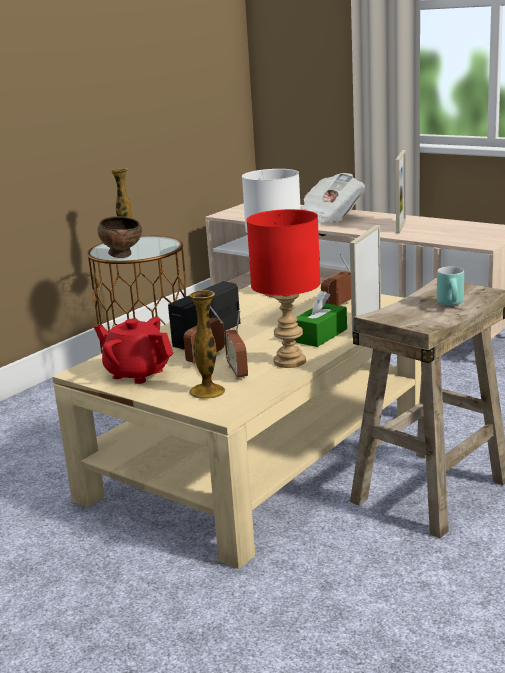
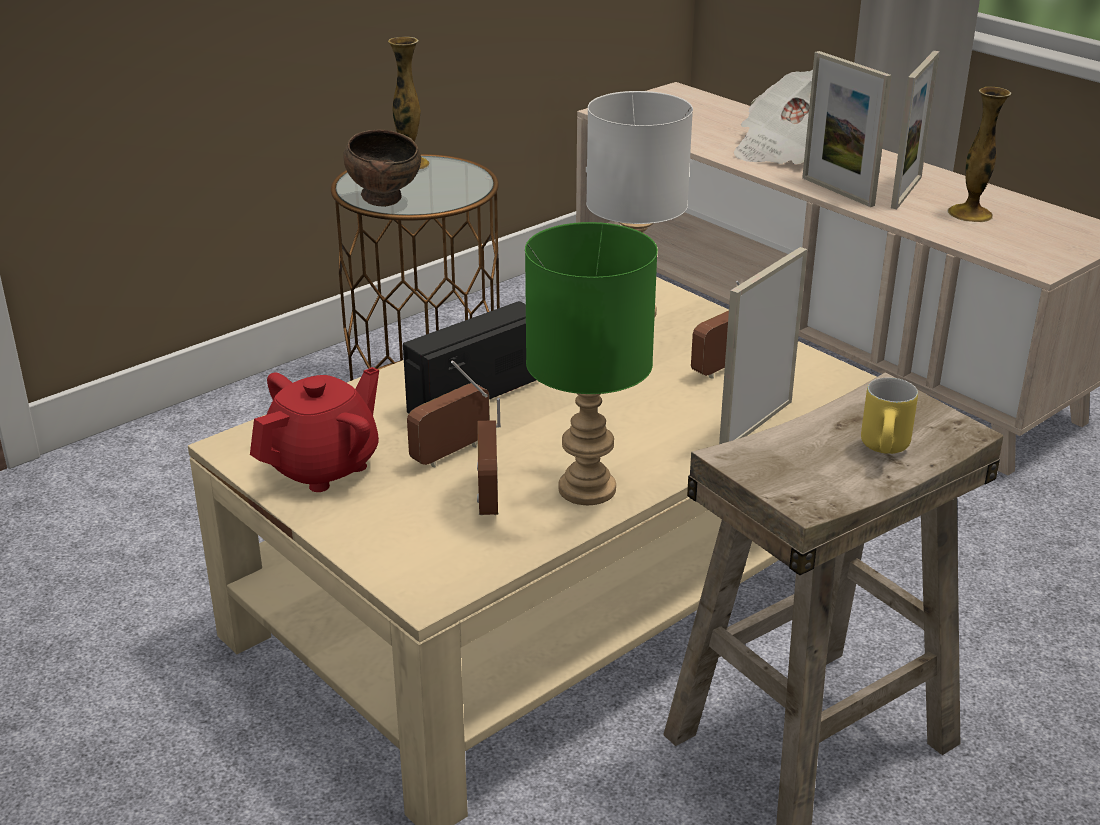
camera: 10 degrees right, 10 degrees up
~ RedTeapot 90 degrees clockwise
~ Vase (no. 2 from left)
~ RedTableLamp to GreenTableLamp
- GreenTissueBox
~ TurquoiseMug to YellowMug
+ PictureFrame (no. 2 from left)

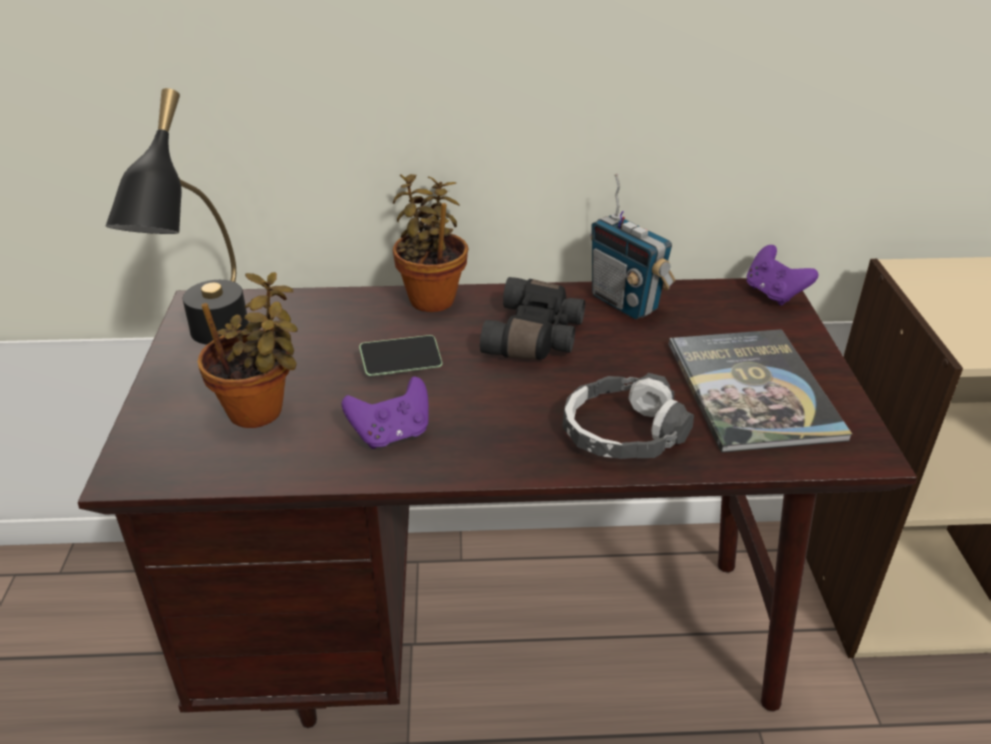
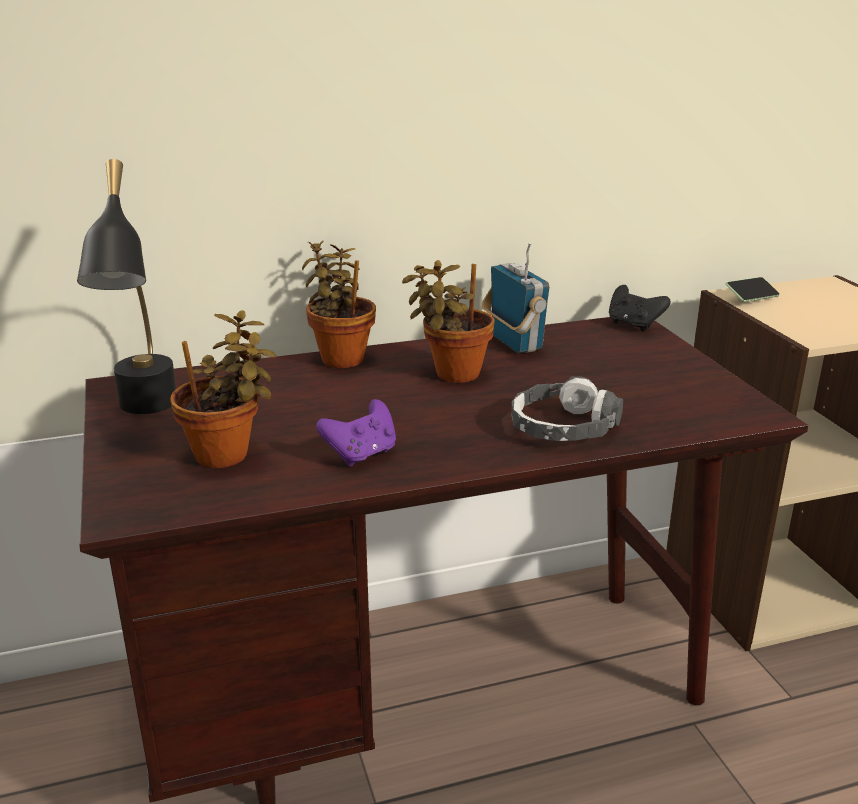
camera: 15 degrees left, 10 degrees down
~ Phone
~ BlackBinoculars to PottedPlant (no. 3 from left)
~ Radio 150 degrees counterclockwise
- Book
~ PurpleGameController (no. 2 from left) to BlackGameController

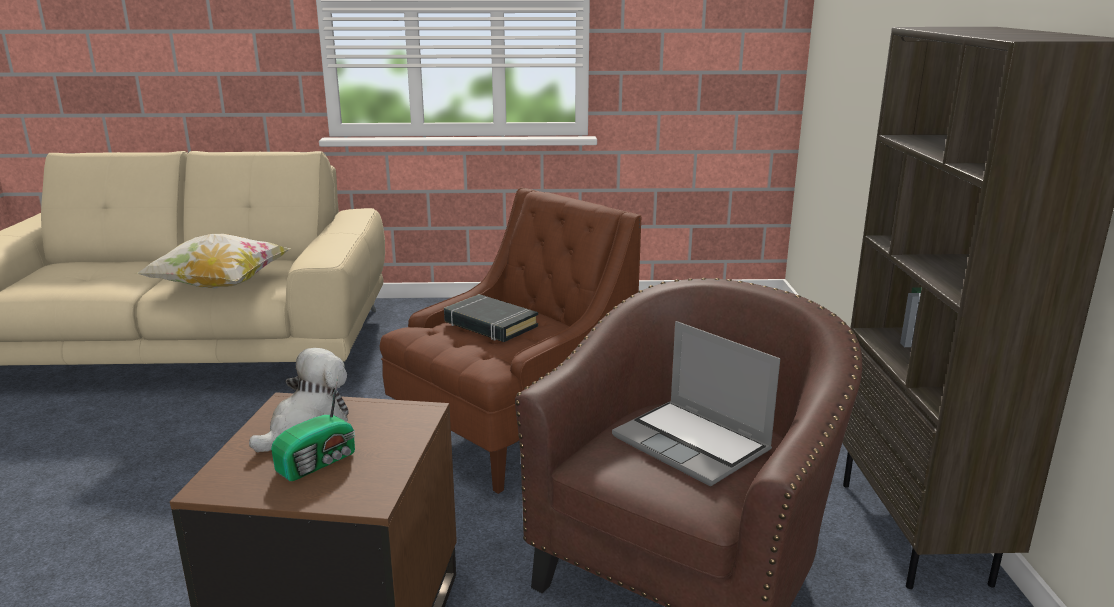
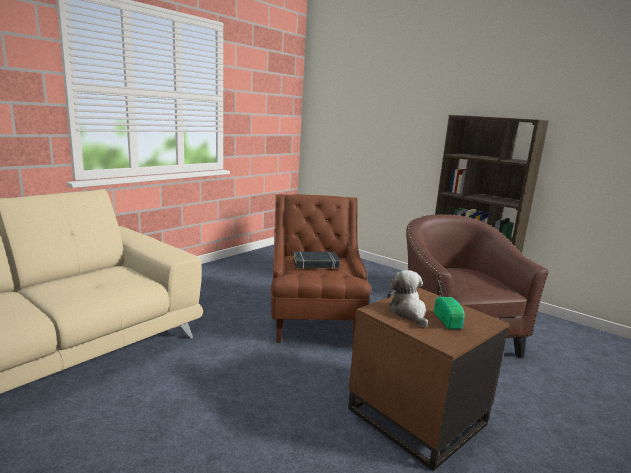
camera: 50 degrees left, 5 degrees down
- Pillow
- Laptop

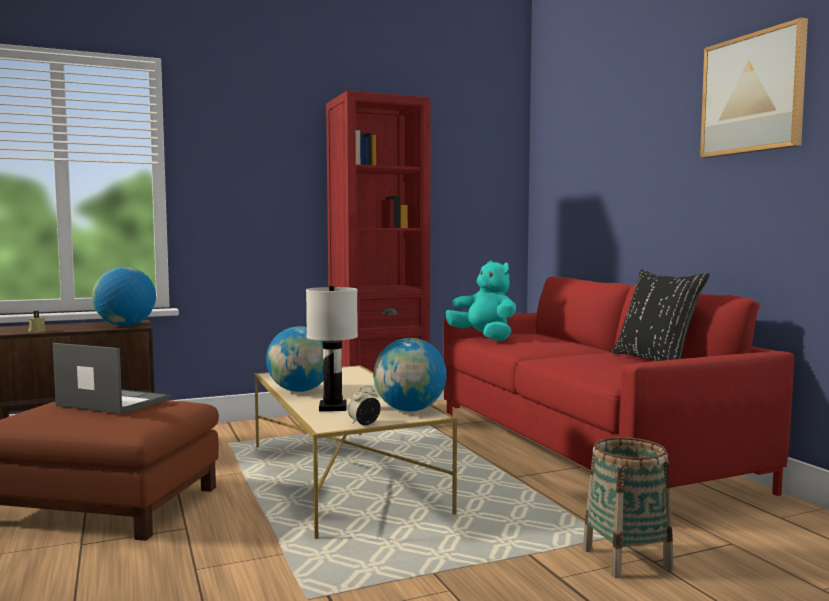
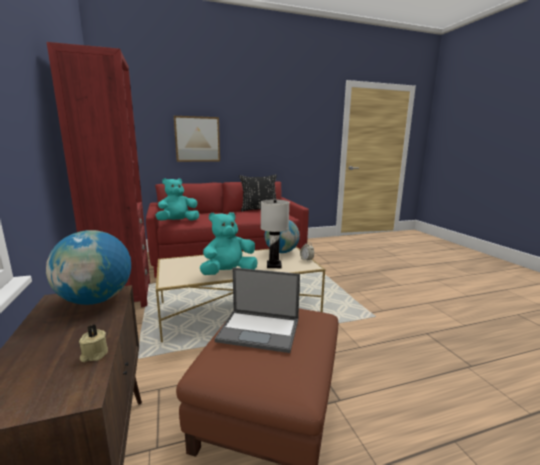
camera: 85 degrees left, 10 degrees up
~ Laptop 105 degrees counterclockwise
~ Globe (no. 2 from left) to TurquoisePlushToy (no. 2 from left)
- Basket
~ Picture

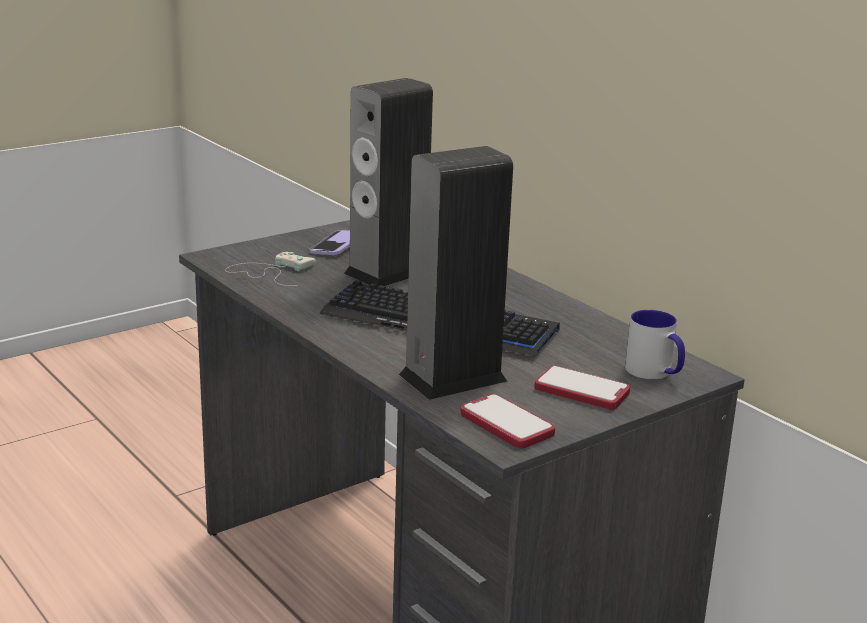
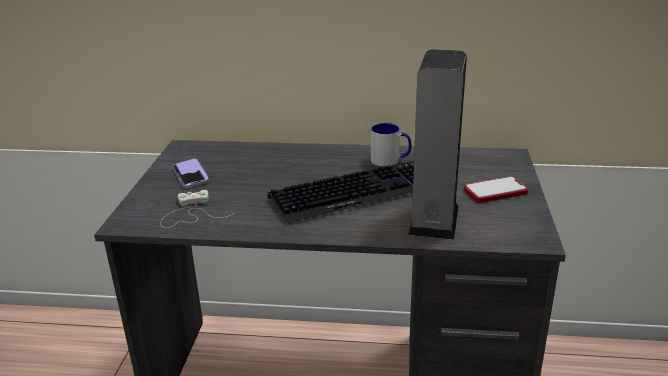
camera: 45 degrees left, 5 degrees up
- Speaker (no. 1 from left)
- Phone (no. 2 from left)
~ Mug

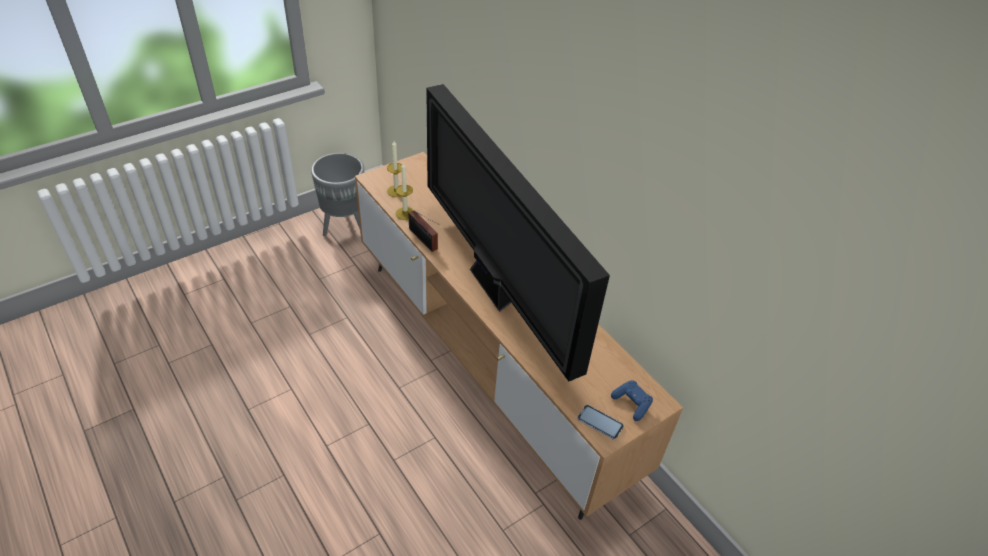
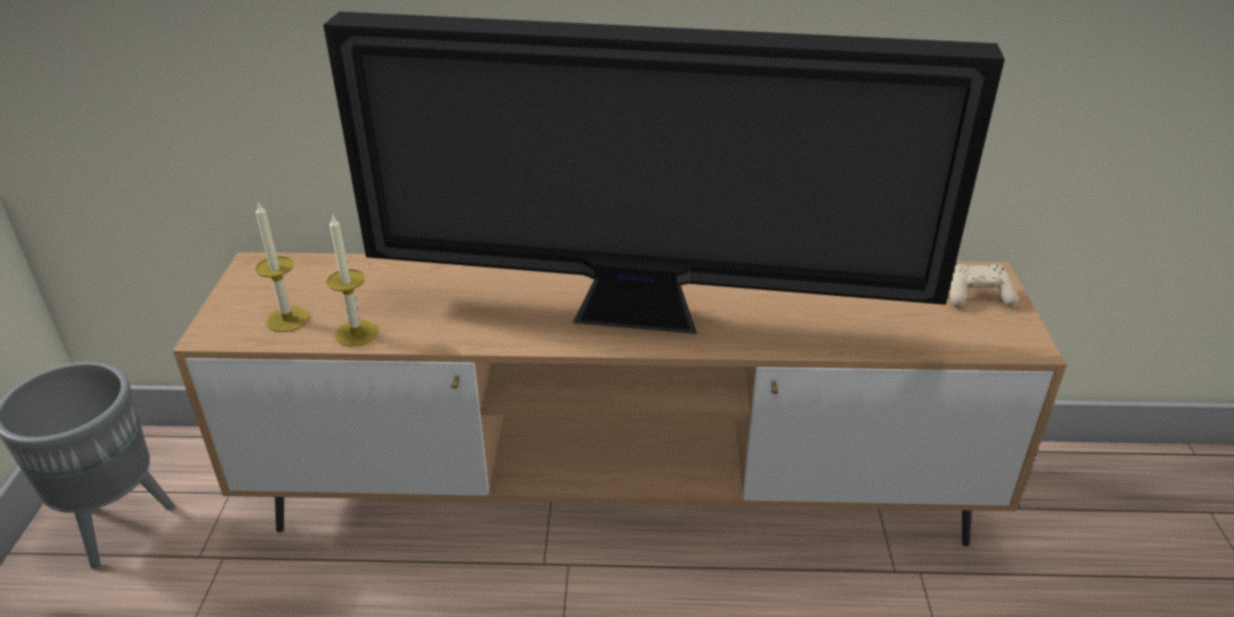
camera: 50 degrees left, 10 degrees down
- Radio
- Phone
~ BlueGameController to BeigeGameController

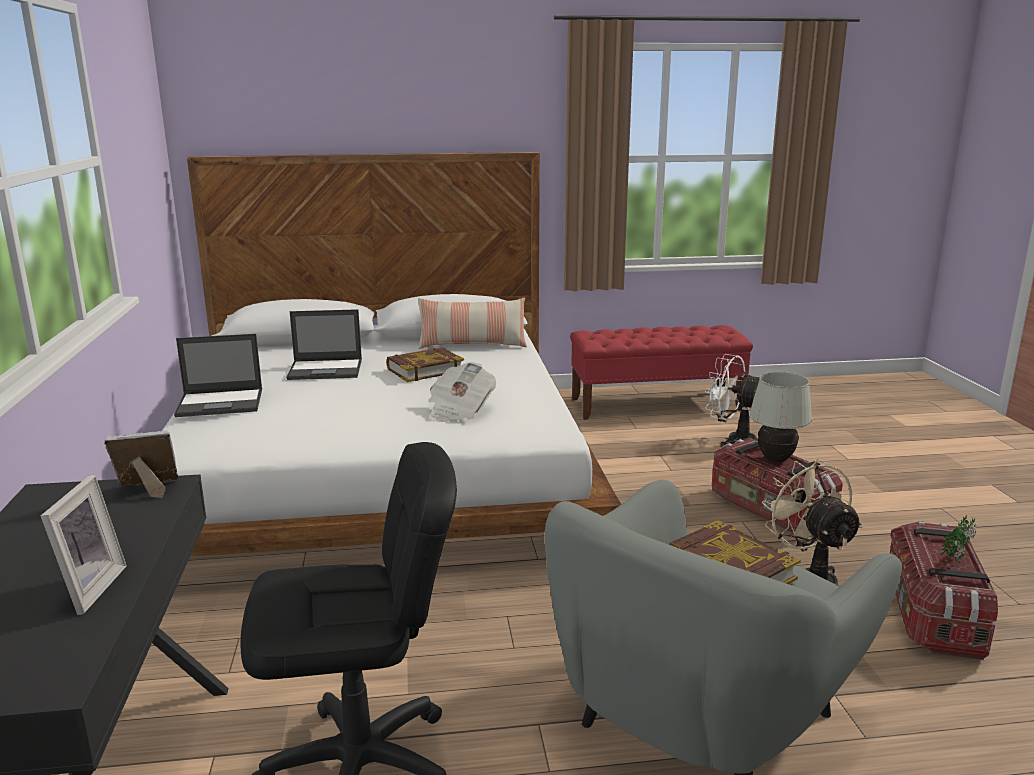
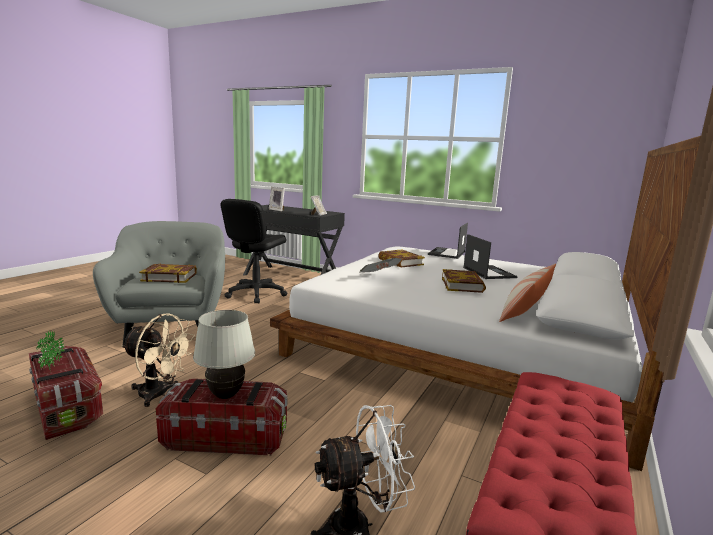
camera: 125 degrees right, 5 degrees down
~ Laptop (no. 2 from left) 135 degrees clockwise
+ Book (no. 2 from left)

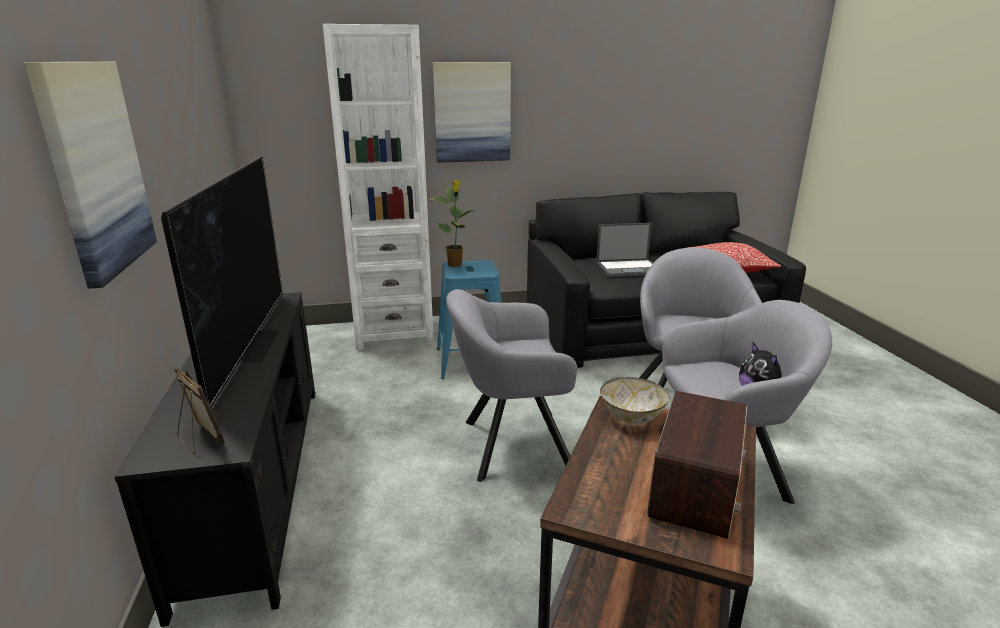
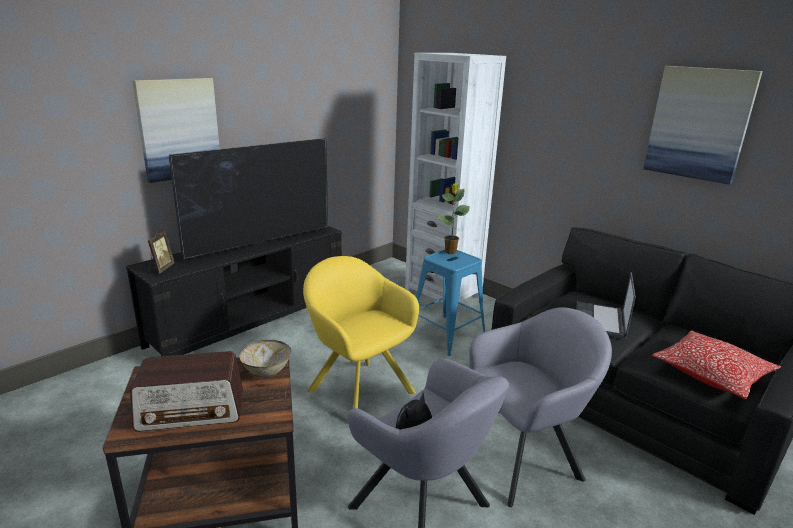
camera: 55 degrees right, 0 degrees up
~ Picture (no. 2 from left)
~ GreyArmchair (no. 1 from left) to YellowArmchair
~ Laptop 60 degrees clockwise

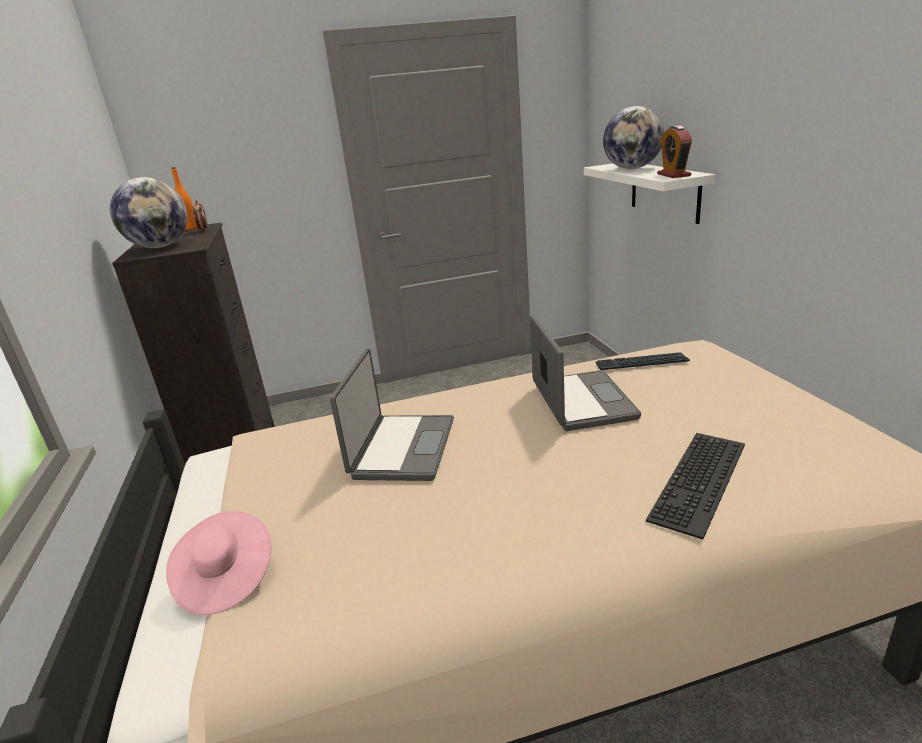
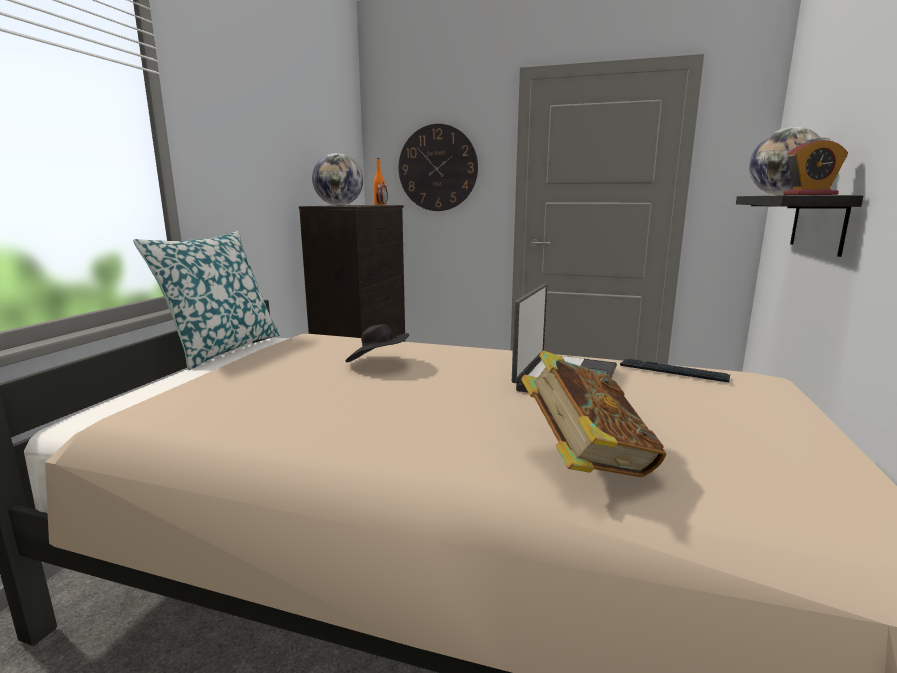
camera: 30 degrees right, 10 degrees down
- PinkHat
~ Laptop (no. 1 from left) to BlackHat
~ WhiteShelf to BlackShelf
~ Keyboard (no. 2 from left) to Book
~ AlarmClock (no. 2 from left) 120 degrees counterclockwise
+ Pillow
+ WallClock

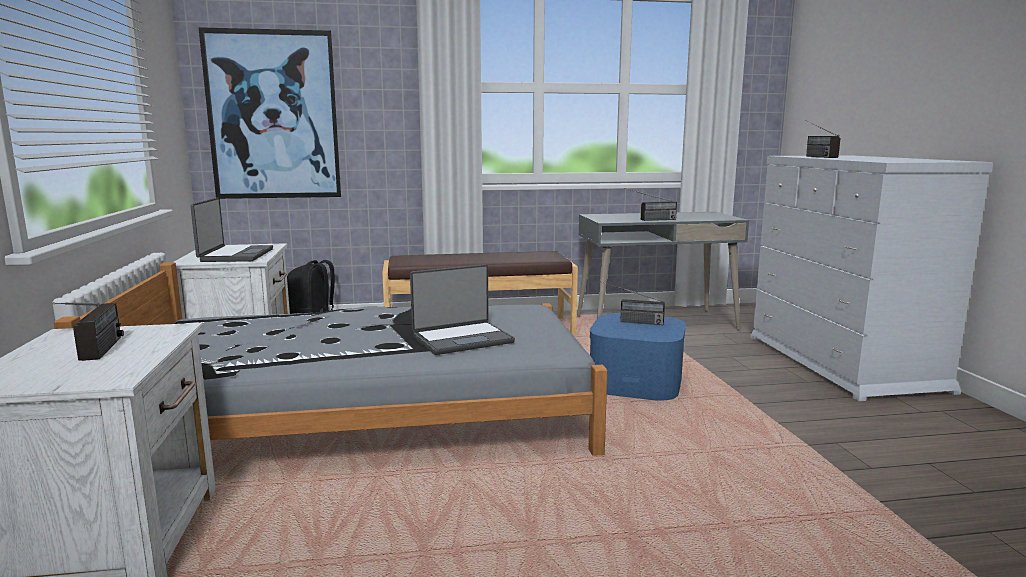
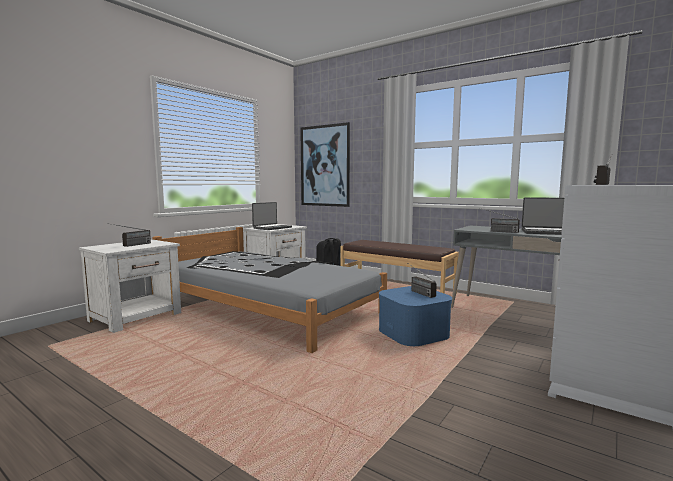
camera: 45 degrees right, 5 degrees down
~ Laptop (no. 2 from left)

